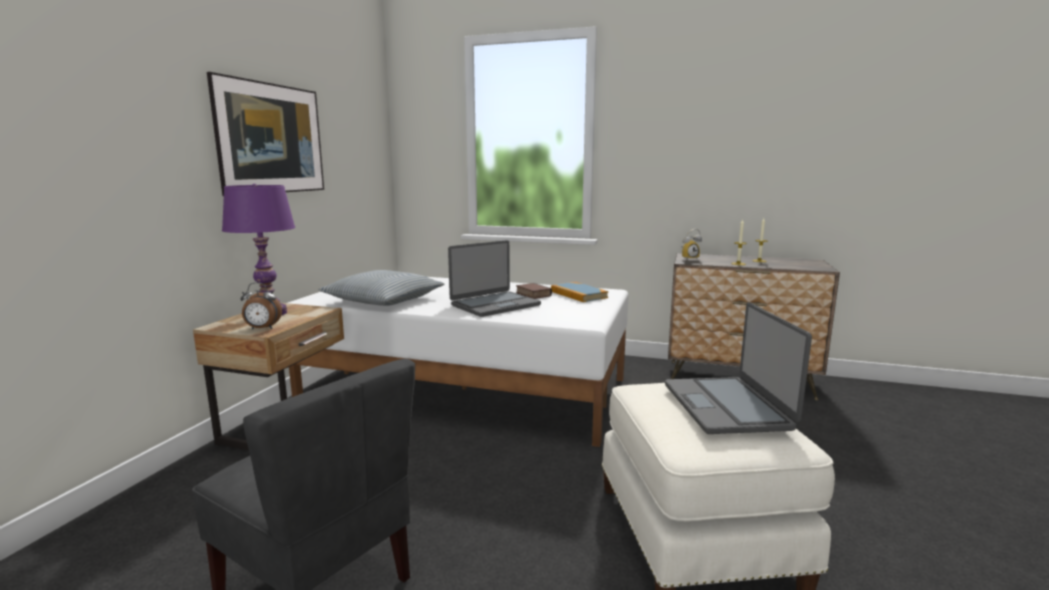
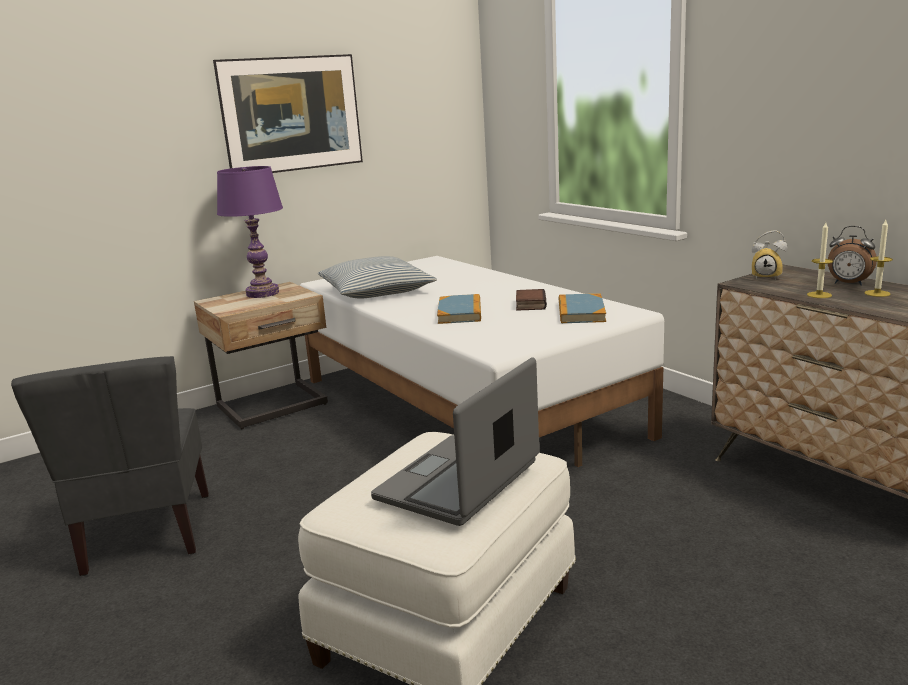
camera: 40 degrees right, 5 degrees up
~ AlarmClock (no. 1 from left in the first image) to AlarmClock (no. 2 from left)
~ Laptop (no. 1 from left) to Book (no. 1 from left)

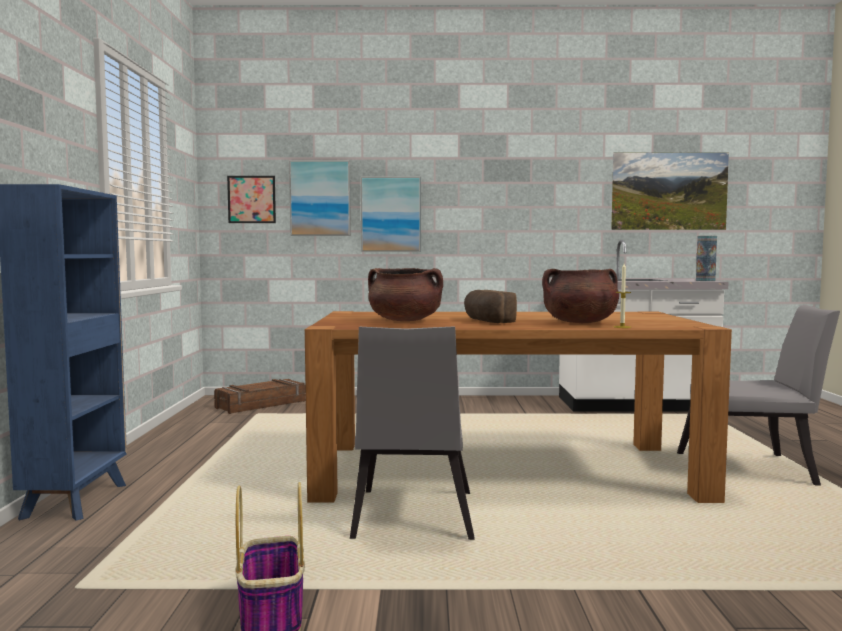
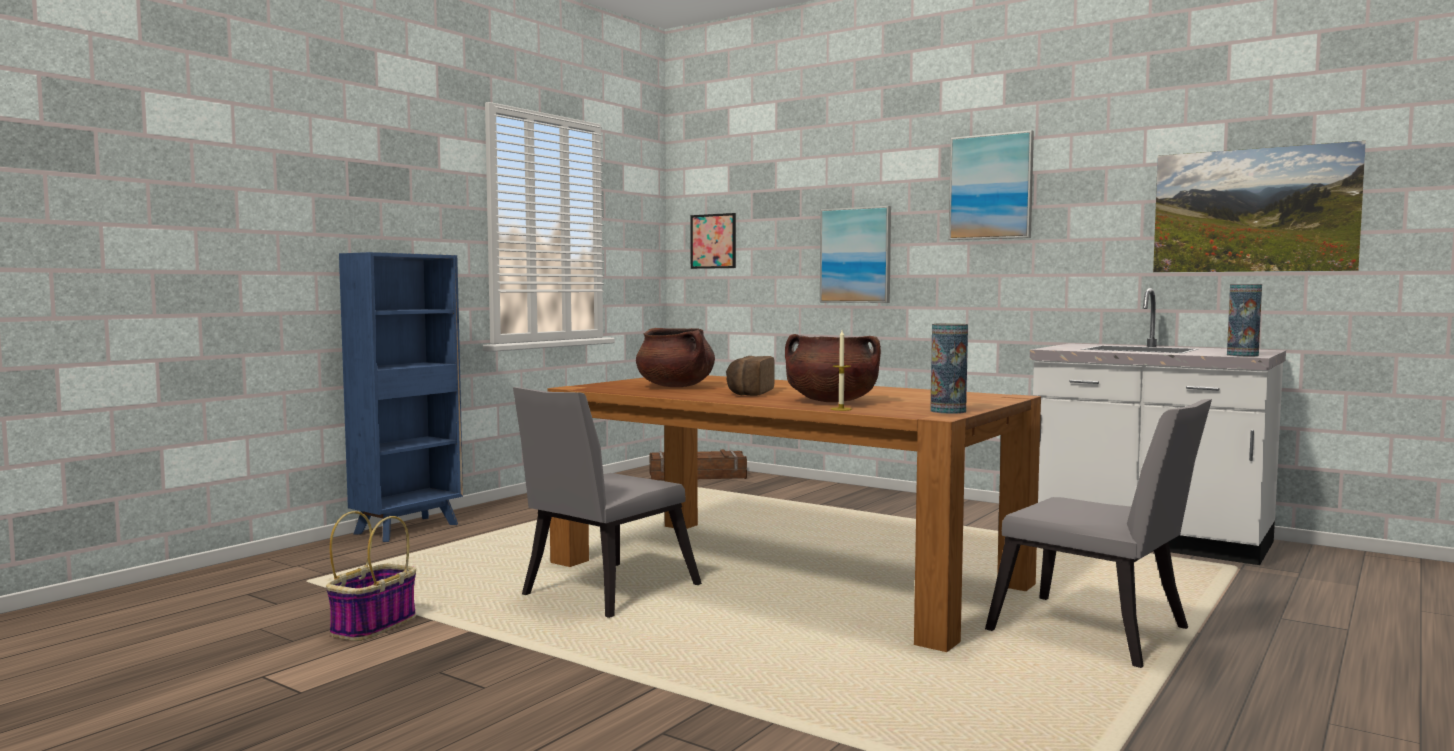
camera: 35 degrees right, 0 degrees up
~ Picture (no. 2 from left in the first image) to Picture (no. 3 from left)
+ Vase (no. 1 from left)

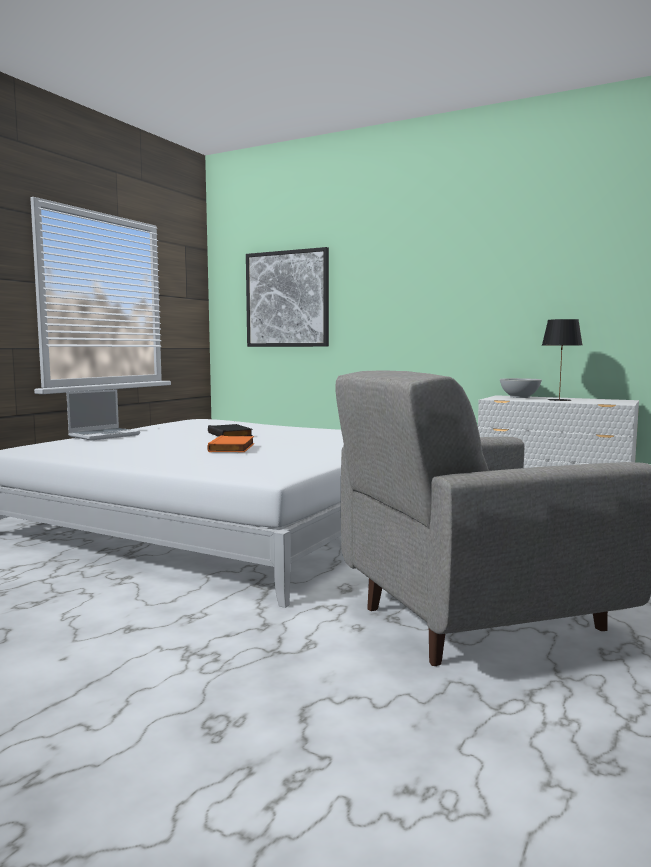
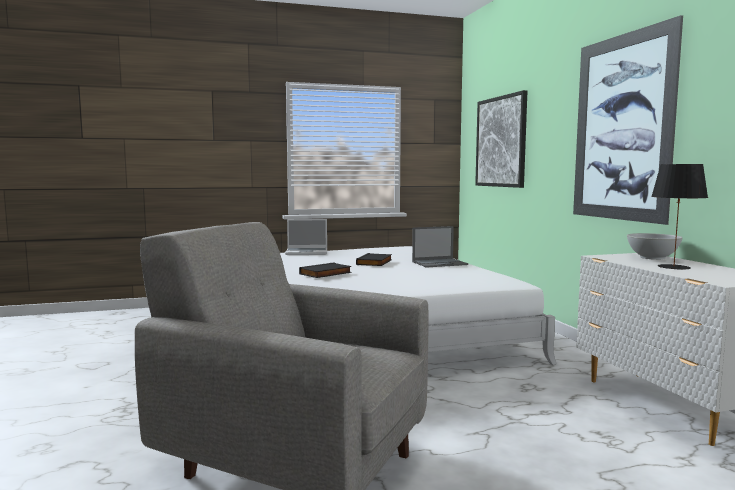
camera: 45 degrees right, 0 degrees up
~ OrangeBook to BlackBook (no. 1 from left)
+ Laptop (no. 2 from left)
+ Picture (no. 2 from left)

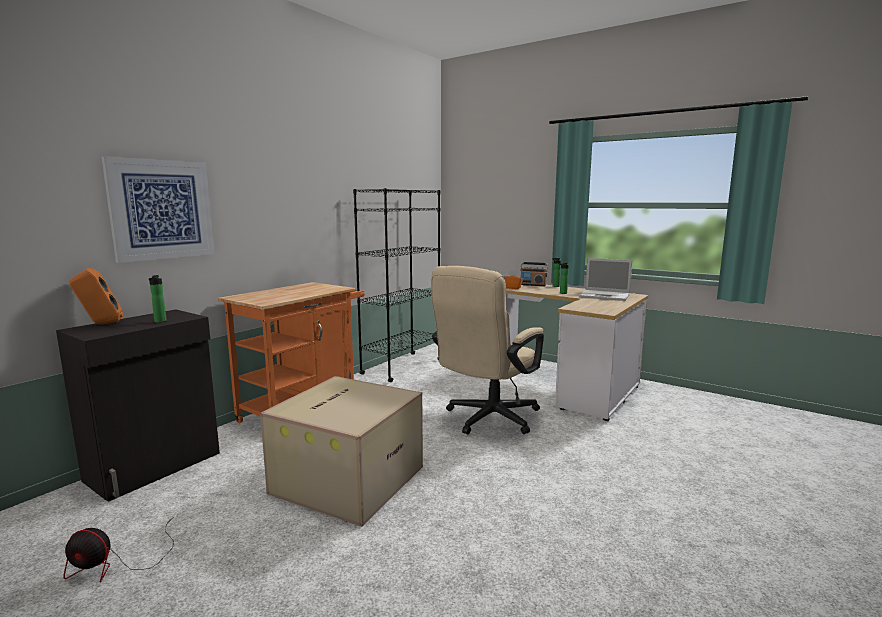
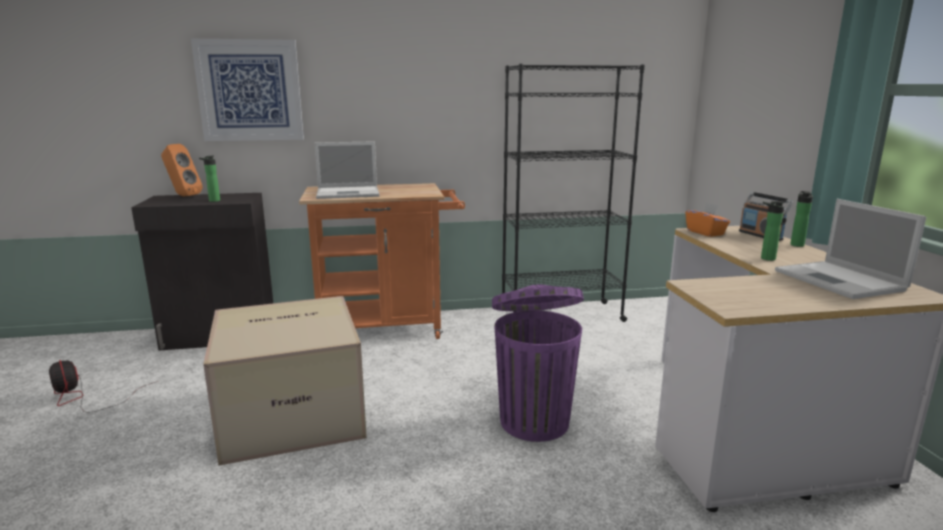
camera: 45 degrees right, 5 degrees up
~ BeigeOfficeChair to PurpleTrashCan
+ Laptop (no. 1 from left)

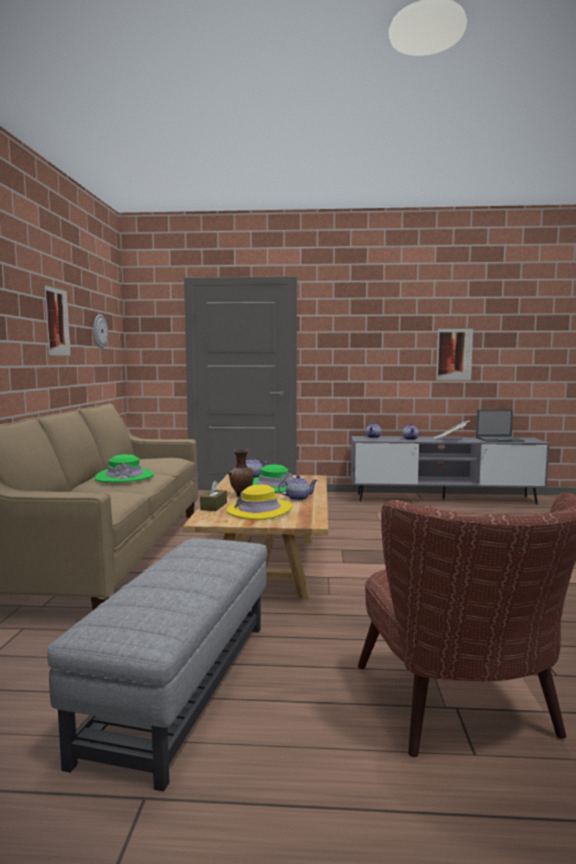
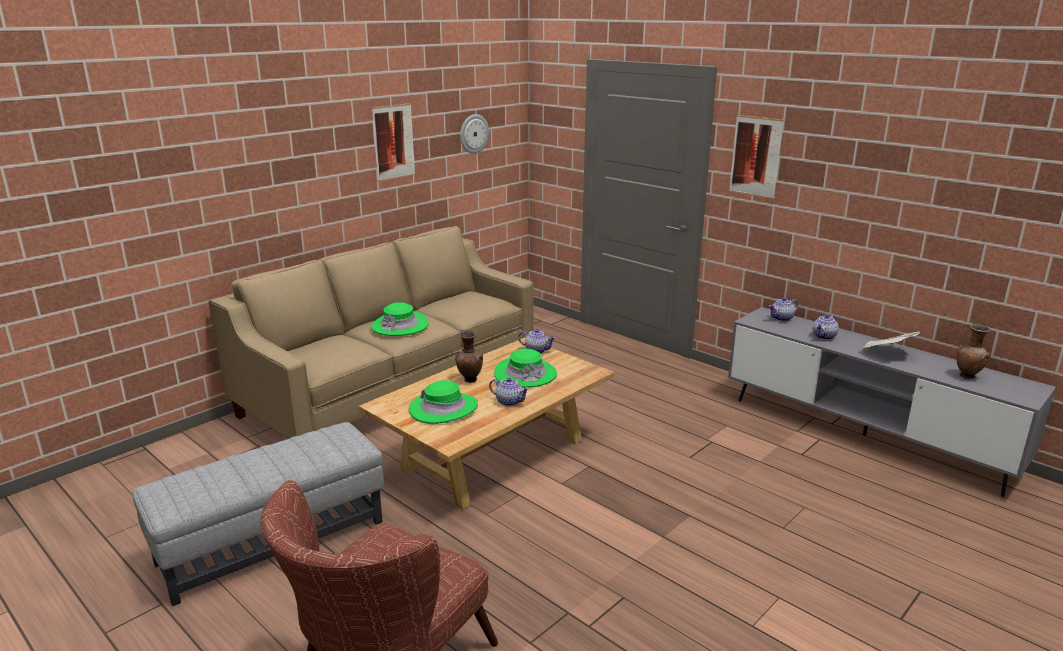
camera: 40 degrees right, 15 degrees up
- BrownTissueBox
~ YellowHat to GreenHat (no. 2 from left)
~ Picture (no. 2 from left)
~ Laptop to BrownVase (no. 2 from left)

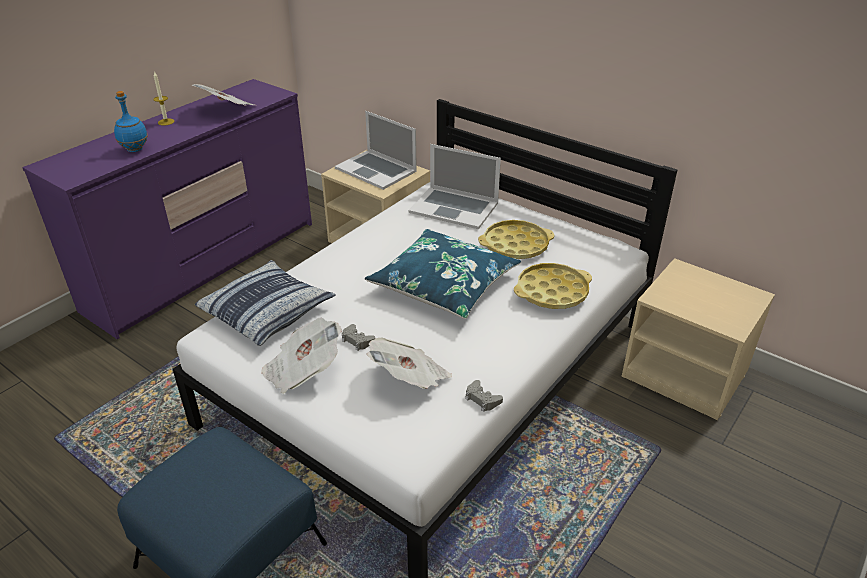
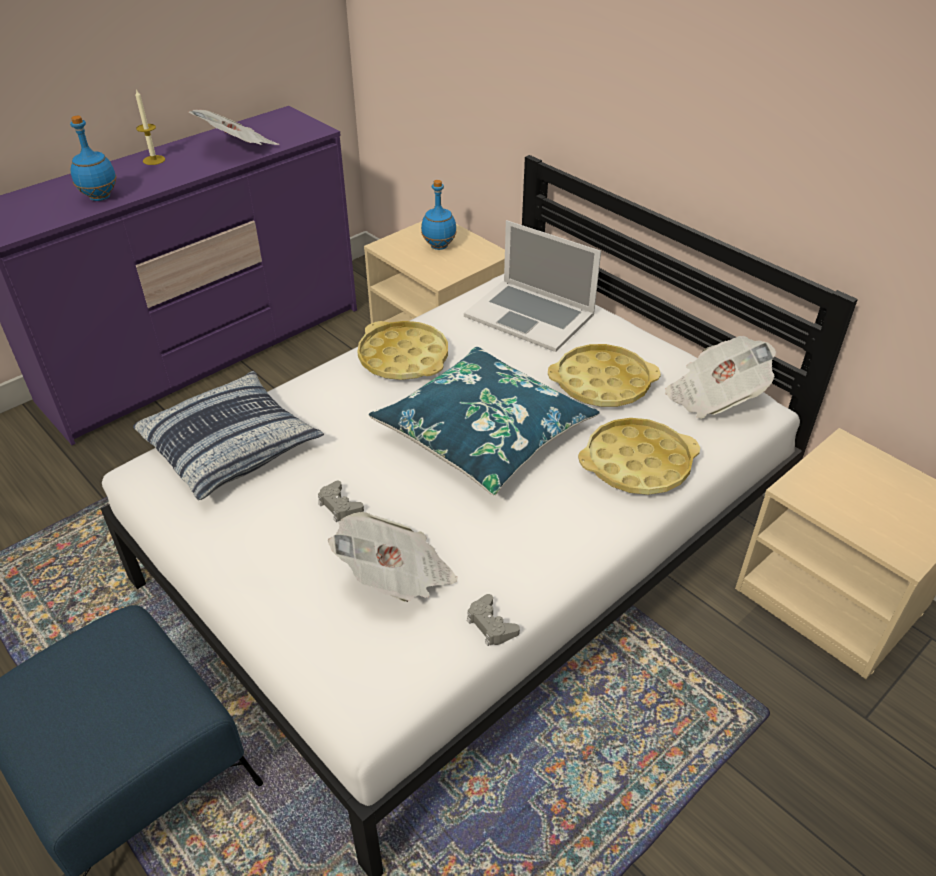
camera: 10 degrees right, 5 degrees up
~ Newspaper (no. 2 from left in the first image) to Newspaper (no. 3 from left)
~ Laptop (no. 1 from left) to BlueBottle (no. 2 from left)
+ YellowTray (no. 1 from left)

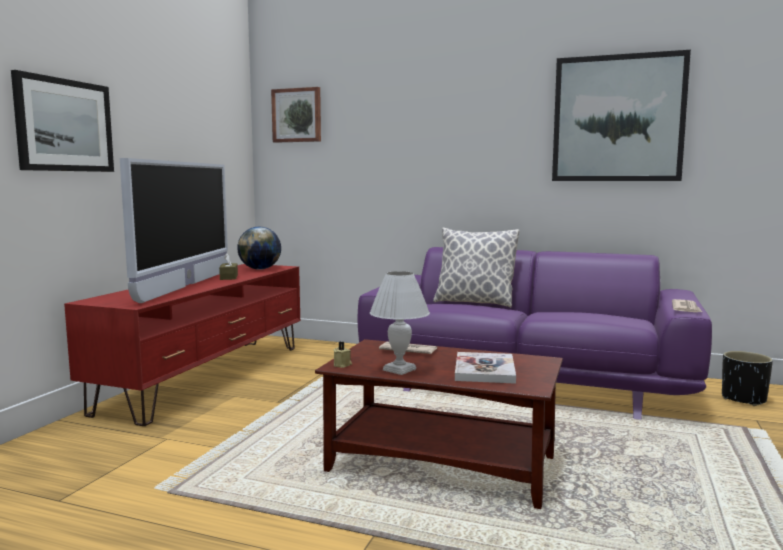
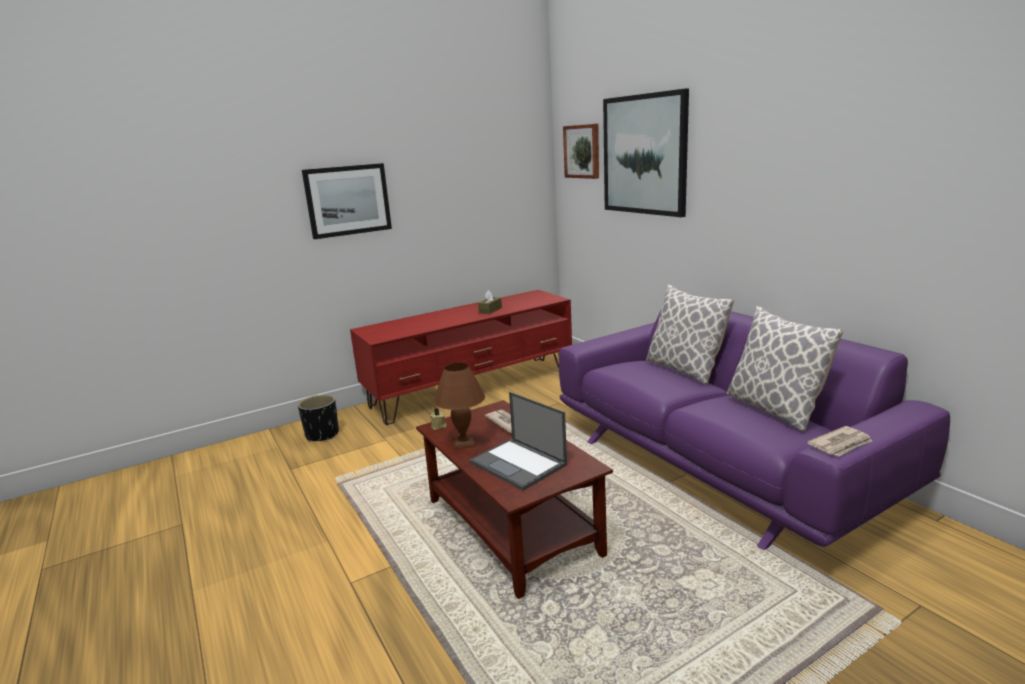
camera: 40 degrees right, 10 degrees up
- Television
- Globe
~ WhiteTableLamp to BrownTableLamp
~ Book to Laptop
~ Picture (no. 3 from left)
~ BlackPlanter
+ Pillow (no. 2 from left)

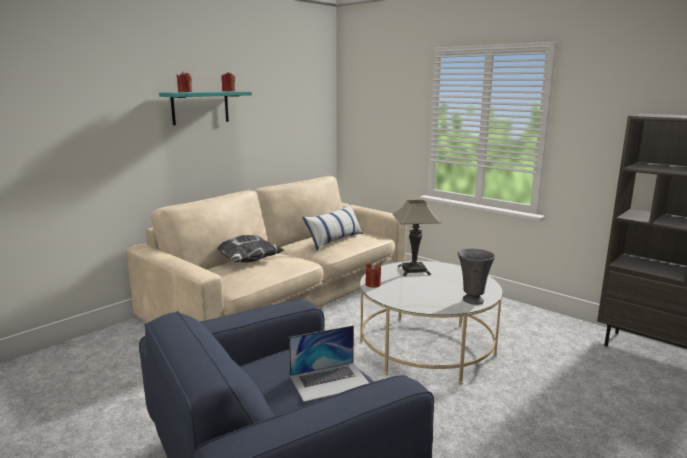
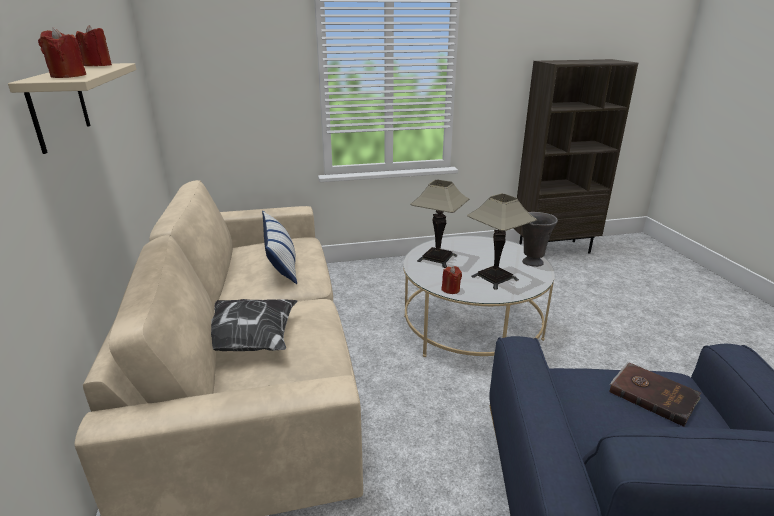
camera: 55 degrees left, 10 degrees up
~ TurquoiseShelf to BeigeShelf
~ Laptop to BrownBook
+ TableLamp (no. 2 from left)

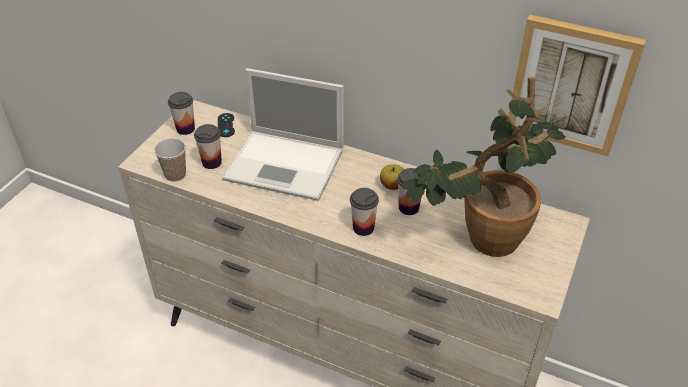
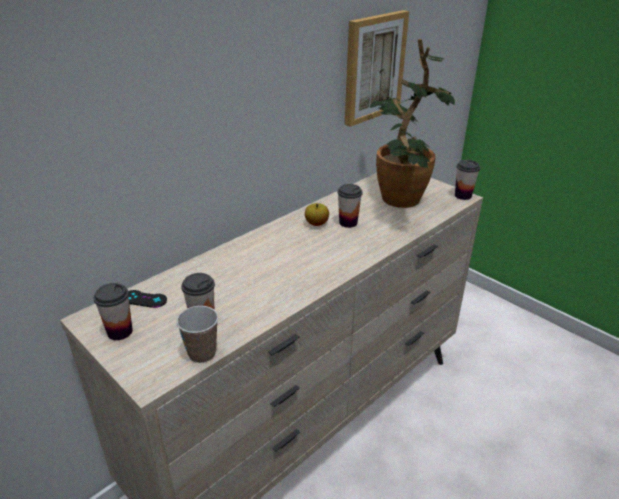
camera: 70 degrees left, 10 degrees down
- Laptop
~ Cup (no. 4 from left in the first image) to Cup (no. 5 from left)

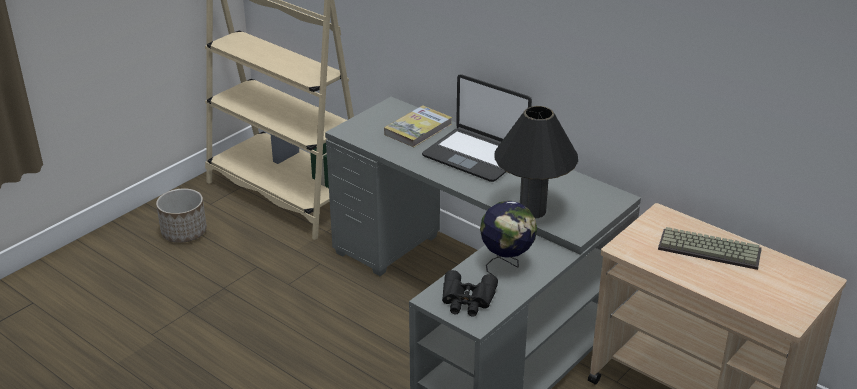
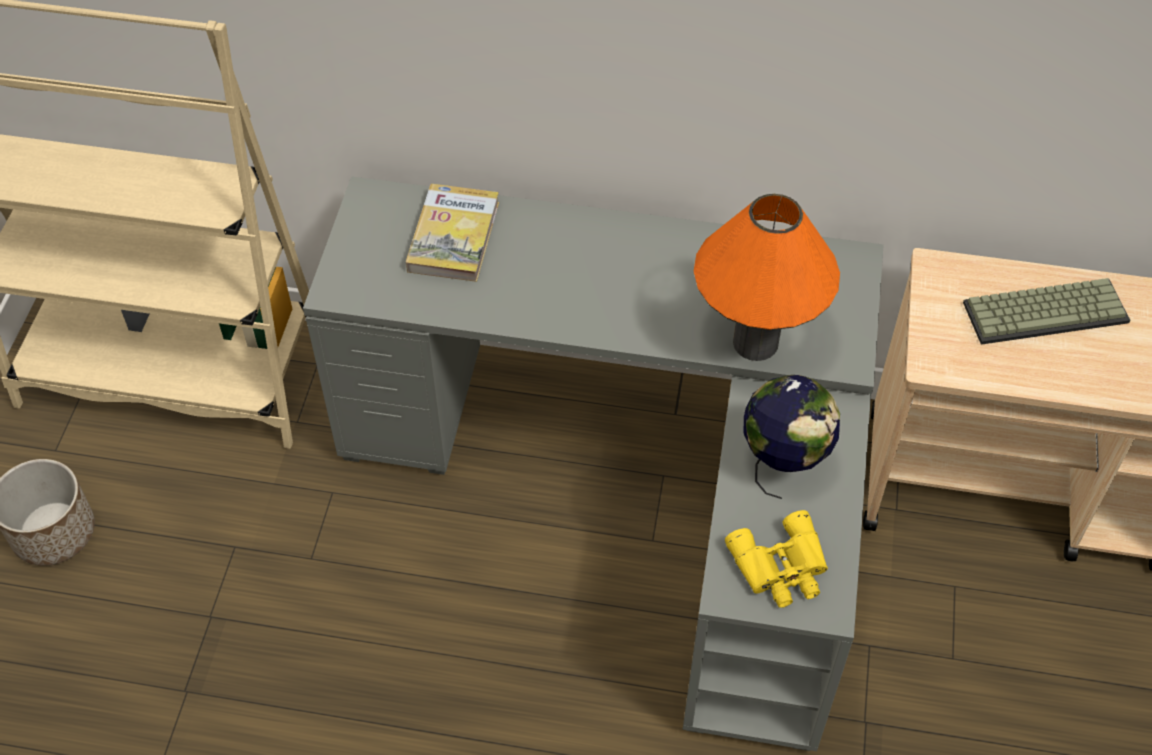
camera: 30 degrees left, 20 degrees up
- Laptop
~ BlackBinoculars to YellowBinoculars
~ BlackTableLamp to OrangeTableLamp

